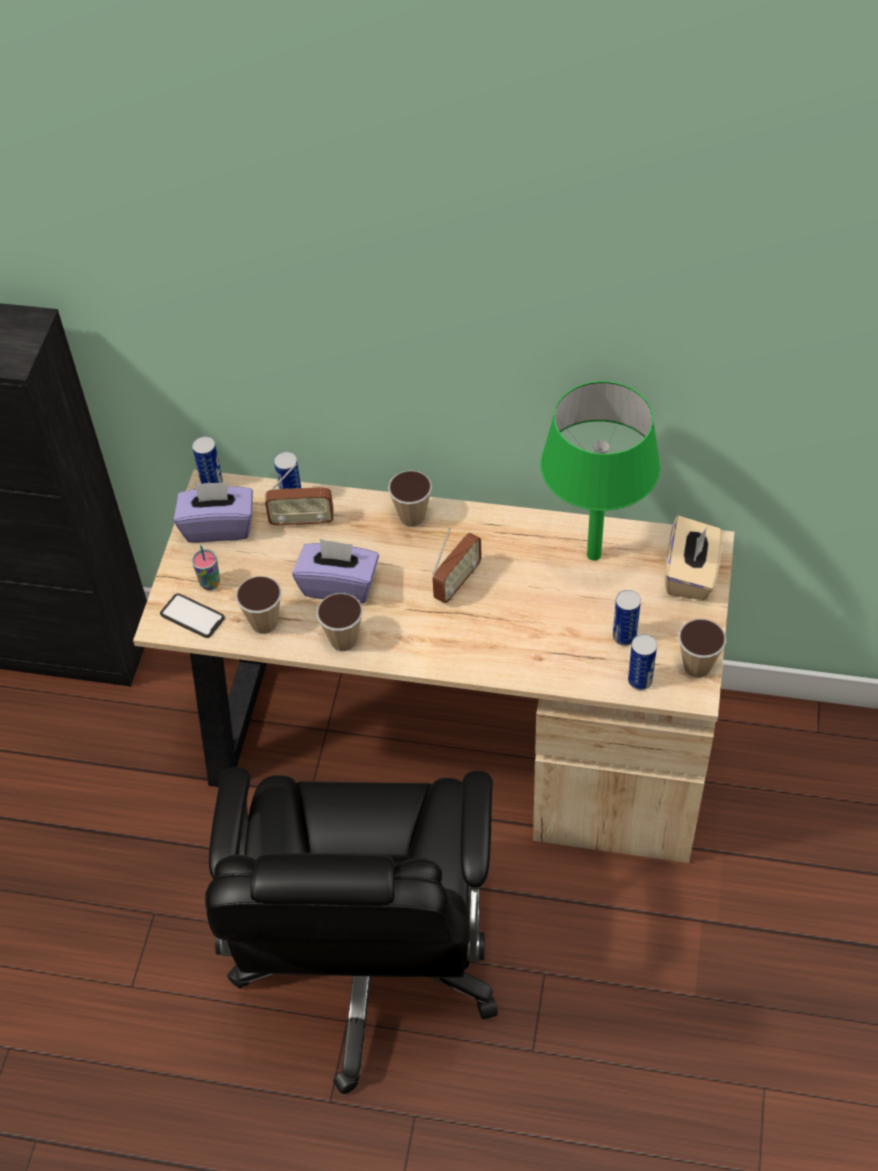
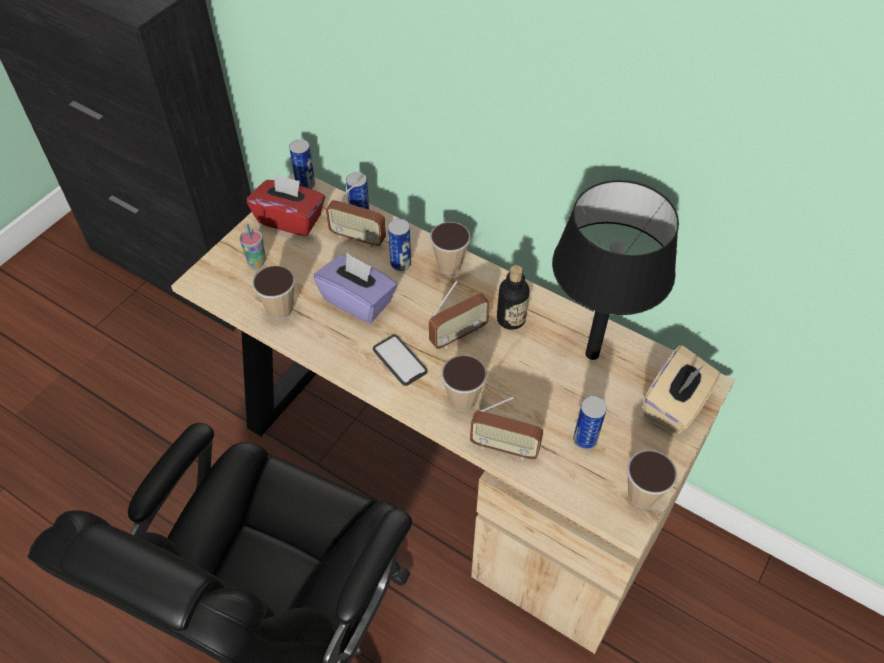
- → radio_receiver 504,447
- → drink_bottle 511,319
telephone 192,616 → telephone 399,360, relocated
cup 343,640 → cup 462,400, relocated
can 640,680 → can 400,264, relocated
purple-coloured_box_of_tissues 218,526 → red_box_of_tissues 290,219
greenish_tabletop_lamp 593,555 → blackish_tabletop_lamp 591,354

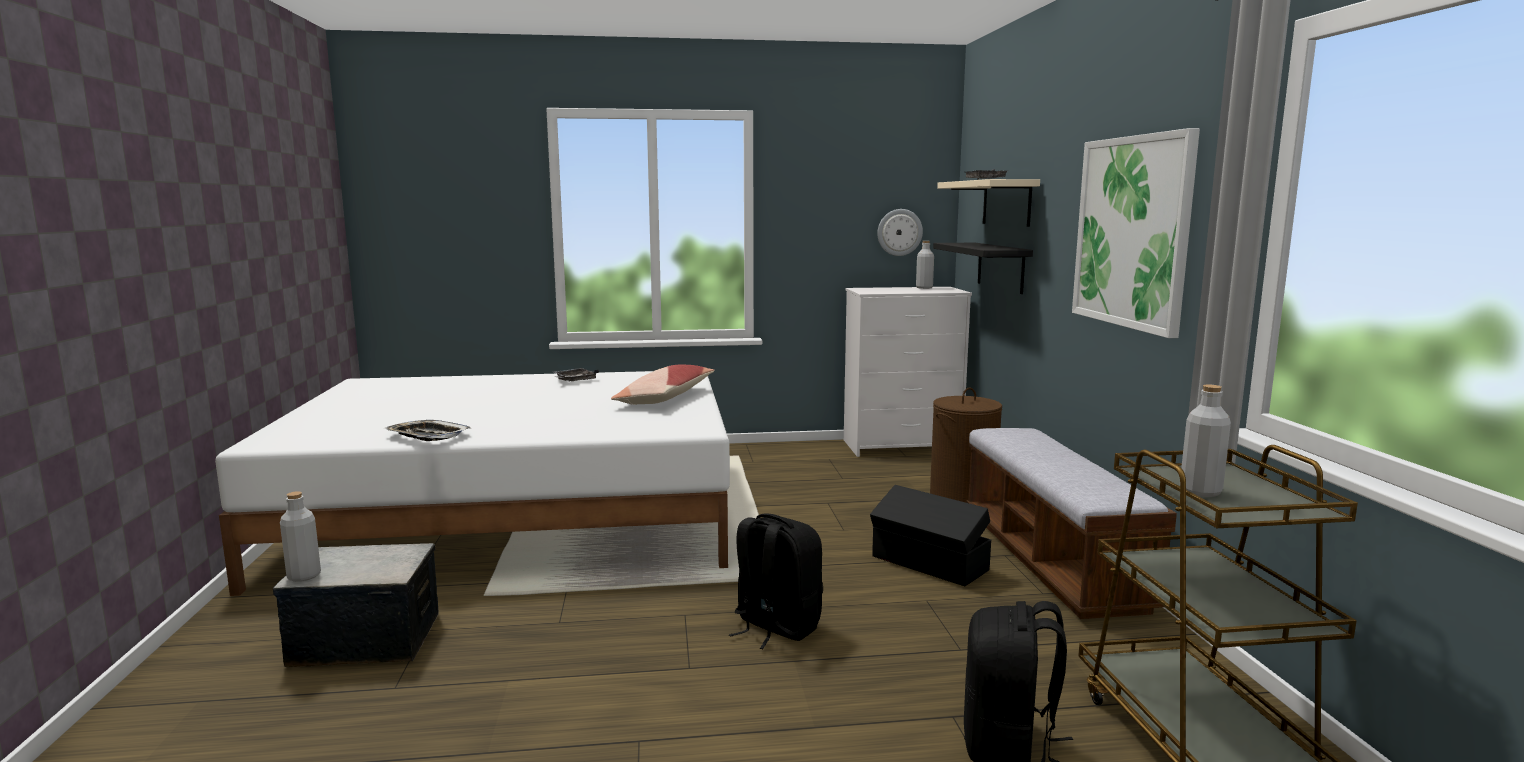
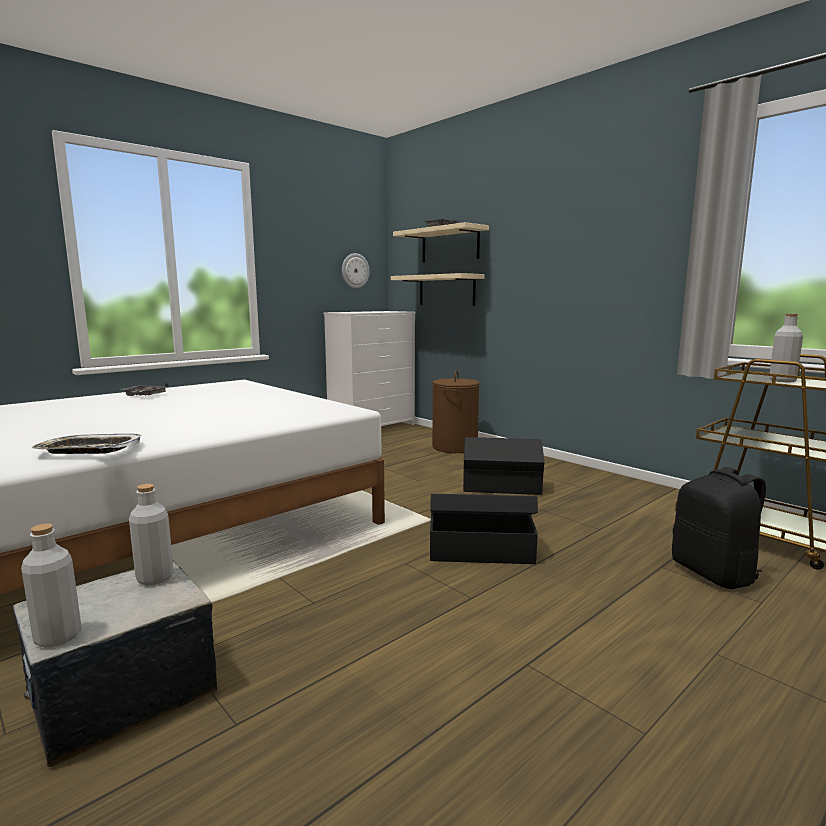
pillow 665,398 → -
indoor_bench 1050,558 → -
wall_art 1132,232 → -
greyish_drink_bottle 924,288 → greyish_drink_bottle 155,578, relocated
blackish_knapsack 775,627 → blackish_storage_box 480,551
blackish_shelf 1000,267 → beige_shelf 446,290

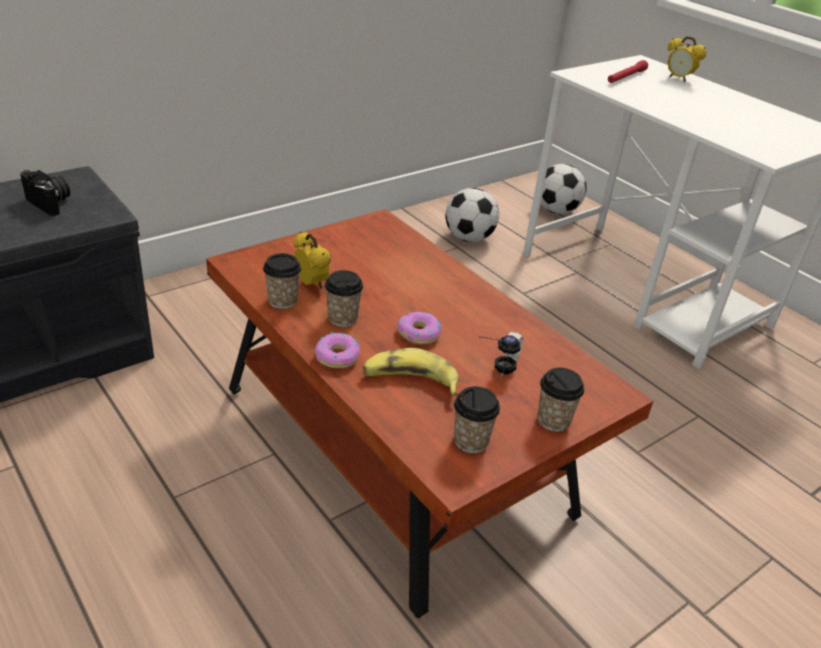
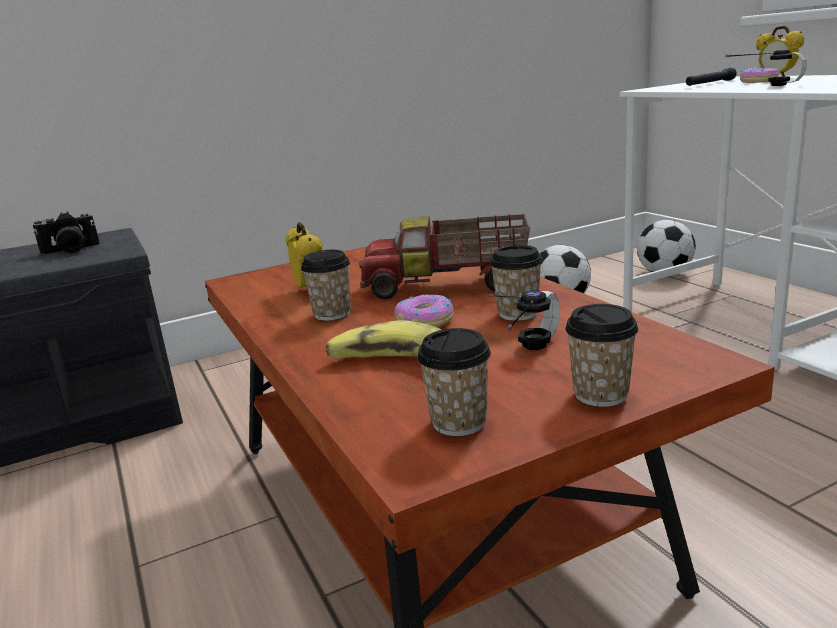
- → model_truck 447,286
- → pair_of_headphones 766,85
cup 282,301 → cup 518,313, relocated
ring_doughnut 338,356 → ring_doughnut 758,81, relocated
red_torch 626,77 → blackish_torch 710,83
still_camera 51,203 → still_camera 70,250, 105 degrees clockwise

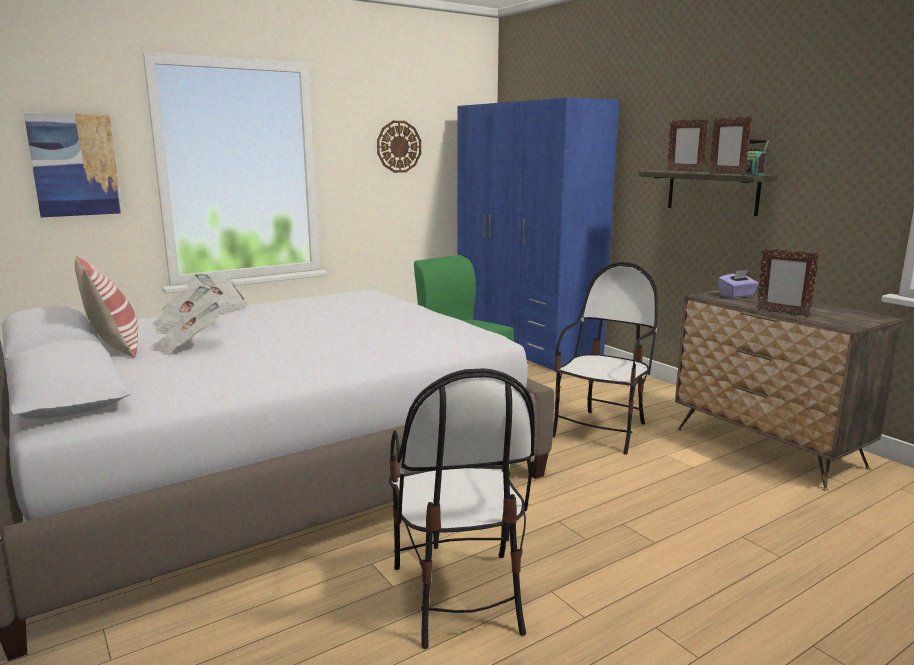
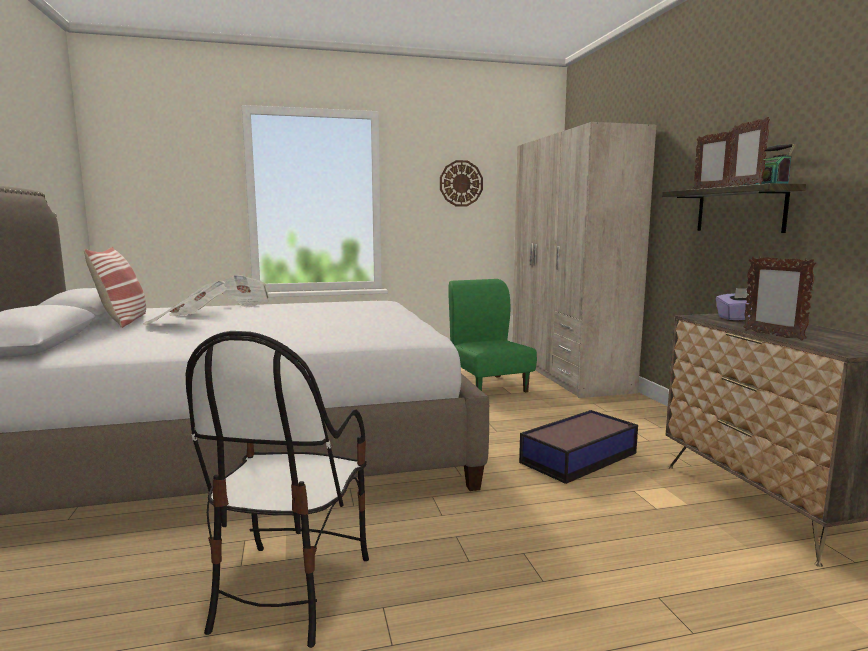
wall_art 75,165 → -
upright_chair 602,431 → storage_box 580,457
bluish_armoire 525,346 → beige_armoire 567,373

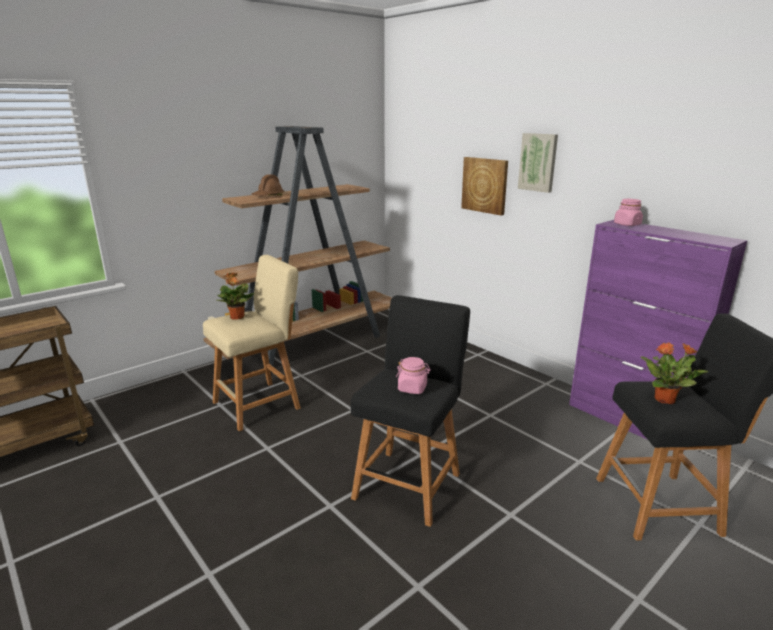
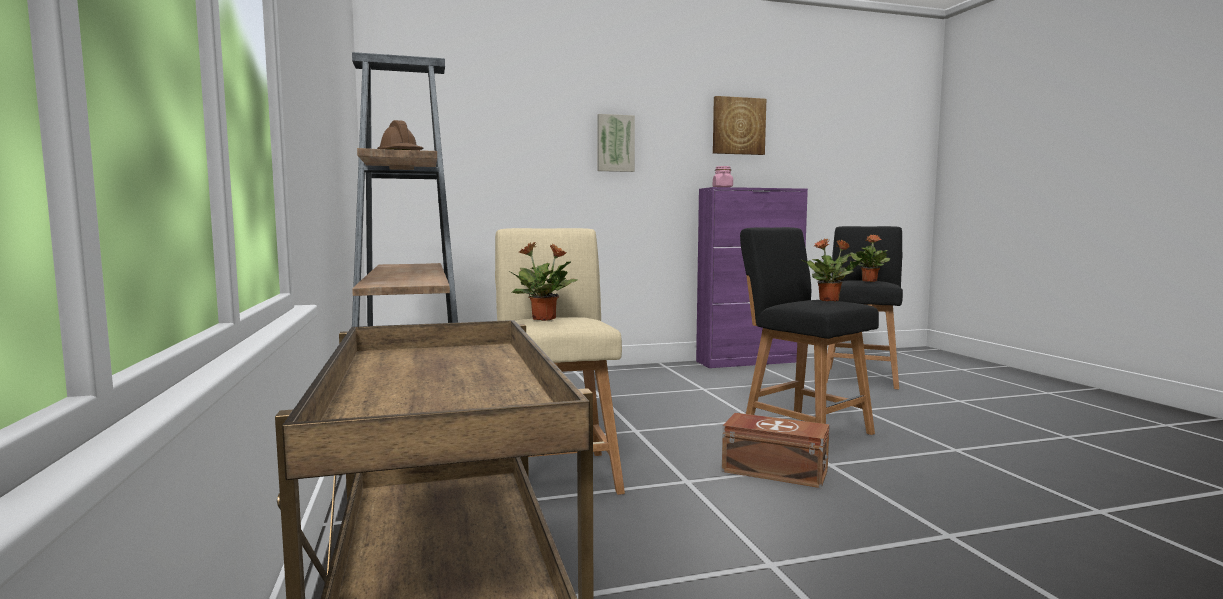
- → brown-coloured_storage_box 773,470
wall_art 485,185 → wall_art 738,126, relocated
pinkish_storage_jar 412,388 → plant_in_a_pot 830,300

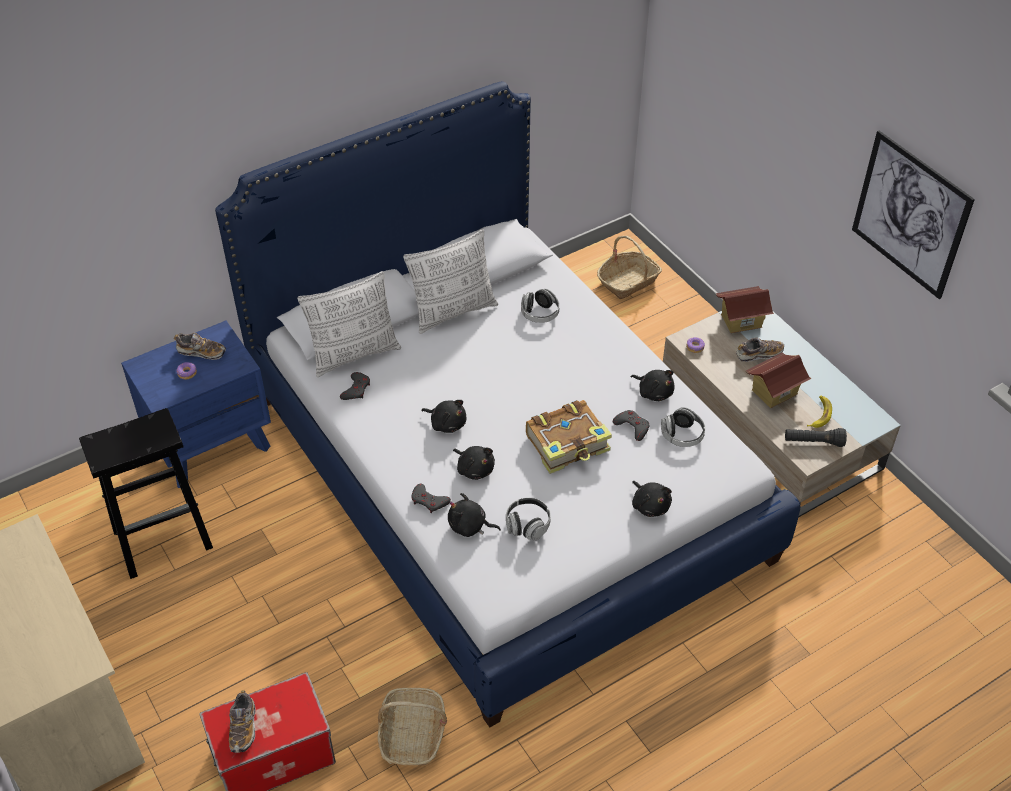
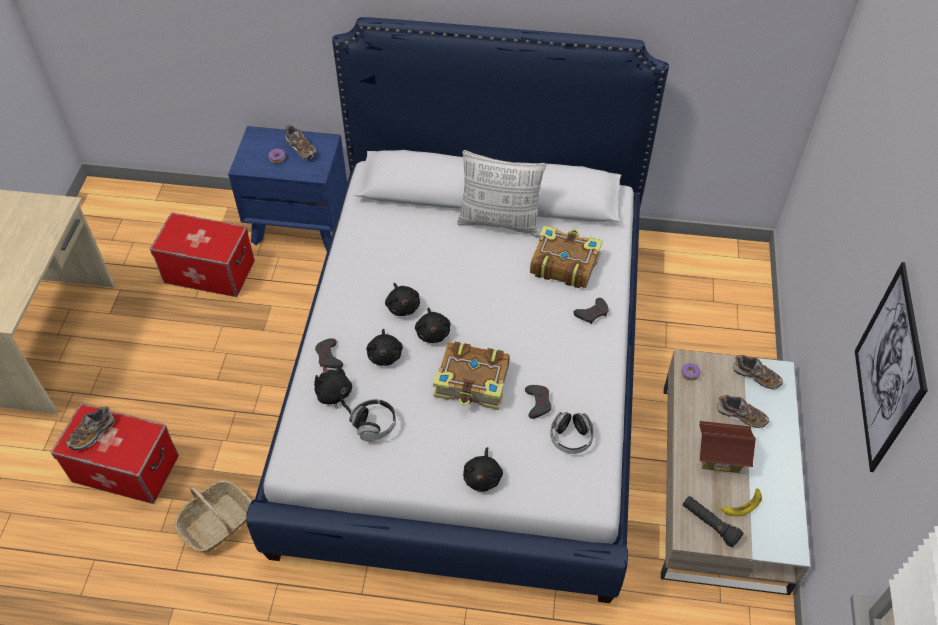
pillow 354,354 → -
basket 628,281 → -
greyish_game_controller 356,389 → greyish_game_controller 592,313, relocated
blackish_soft_toy 654,392 → blackish_soft_toy 433,332, relocated
blackish_stool 164,538 → storage_box 210,271
pair_of_headphones 539,314 → book 563,264
toy_house 741,321 → shoe 756,376

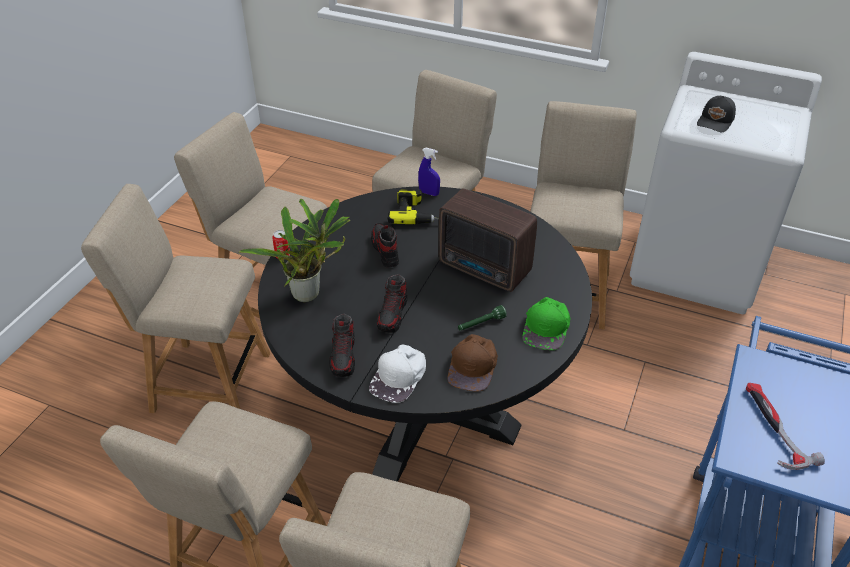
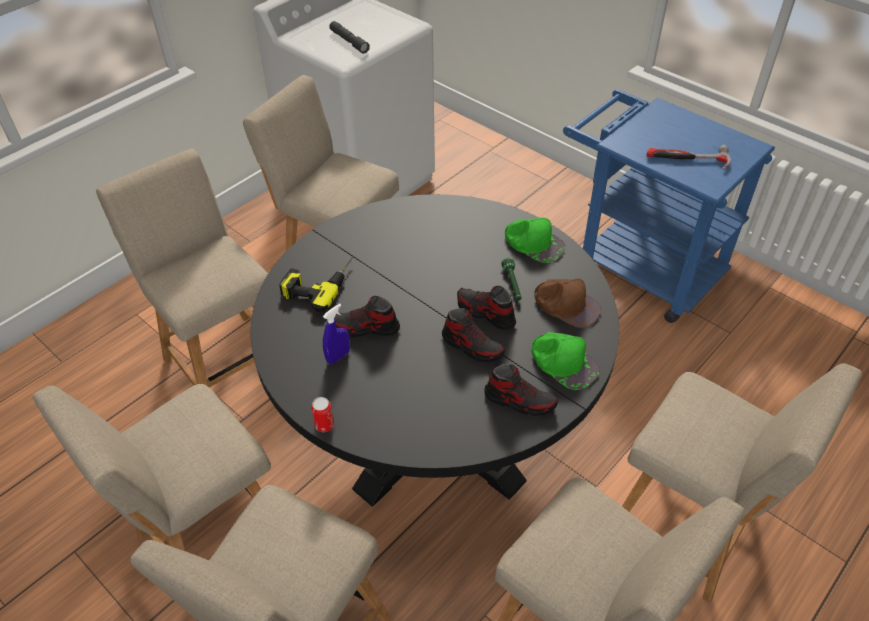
plant_in_a_pot 310,293 → -
radio_receiver 485,270 → -
- → shoe 485,313
bluish_hand_sprayer 429,193 → bluish_hand_sprayer 338,356, relocated
blackish_cap 716,121 → greyish_torch 349,41
whitish_cap 399,376 → greenish_cap 563,362

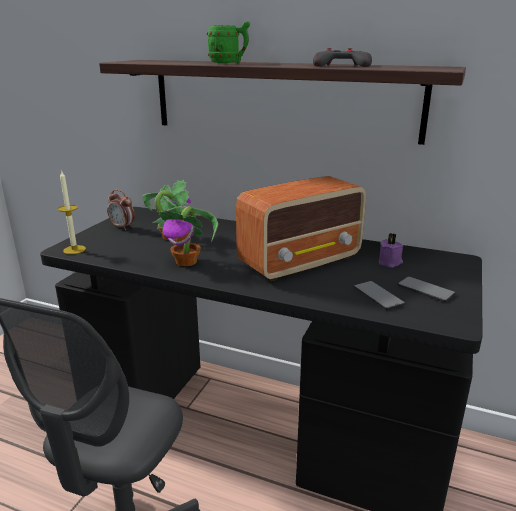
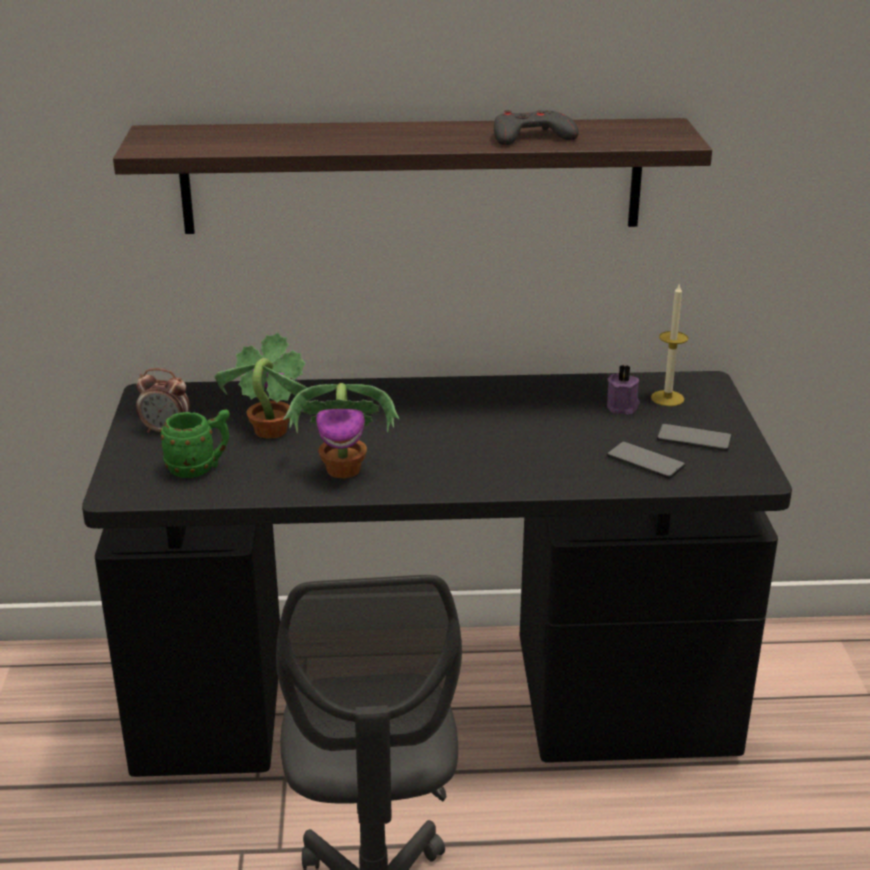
radio_receiver 301,261 → -
wax_candle 74,249 → wax_candle 667,398, relocated
greenish_mug 229,63 → greenish_mug 199,468, relocated

